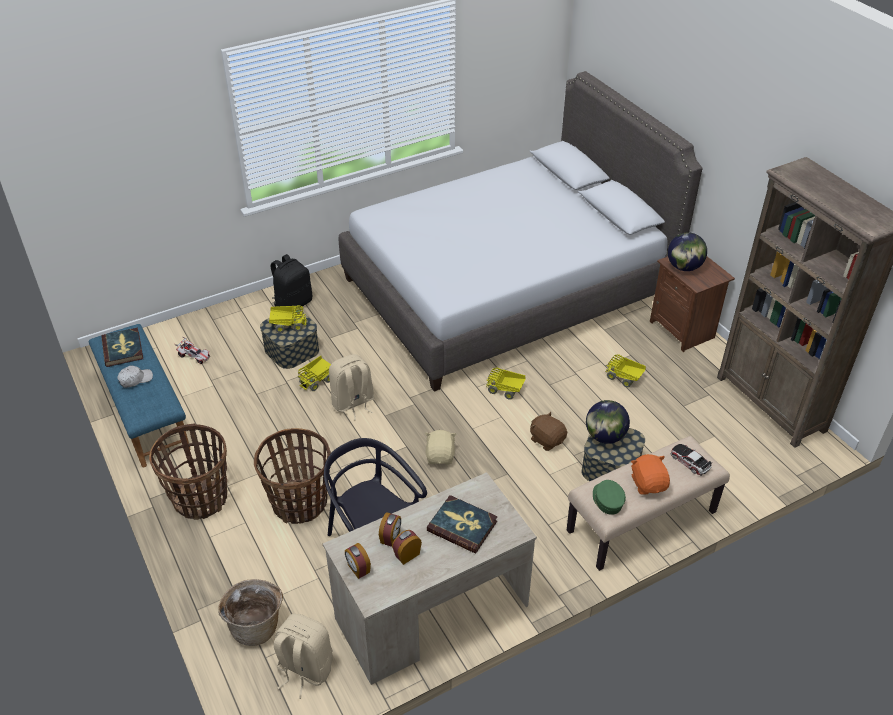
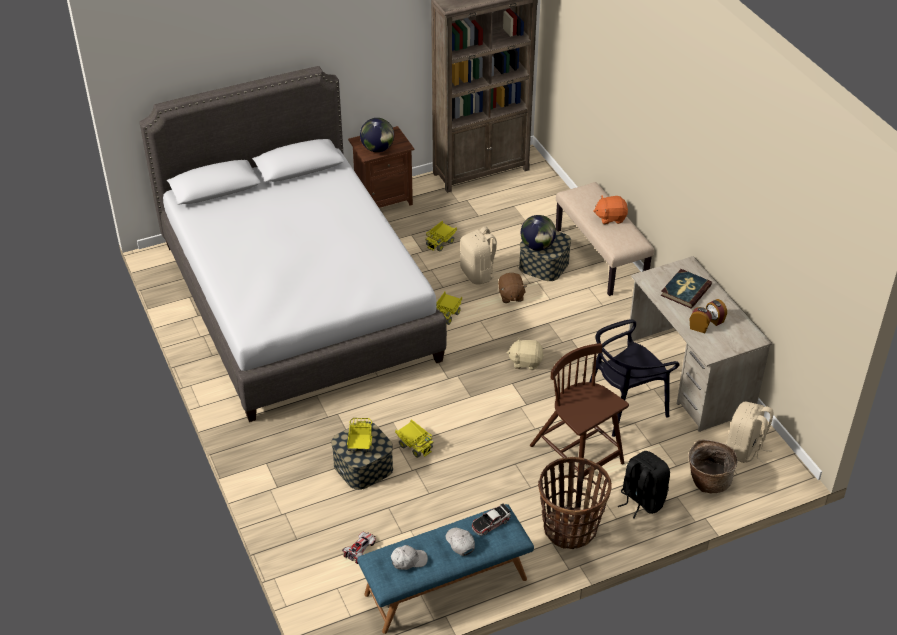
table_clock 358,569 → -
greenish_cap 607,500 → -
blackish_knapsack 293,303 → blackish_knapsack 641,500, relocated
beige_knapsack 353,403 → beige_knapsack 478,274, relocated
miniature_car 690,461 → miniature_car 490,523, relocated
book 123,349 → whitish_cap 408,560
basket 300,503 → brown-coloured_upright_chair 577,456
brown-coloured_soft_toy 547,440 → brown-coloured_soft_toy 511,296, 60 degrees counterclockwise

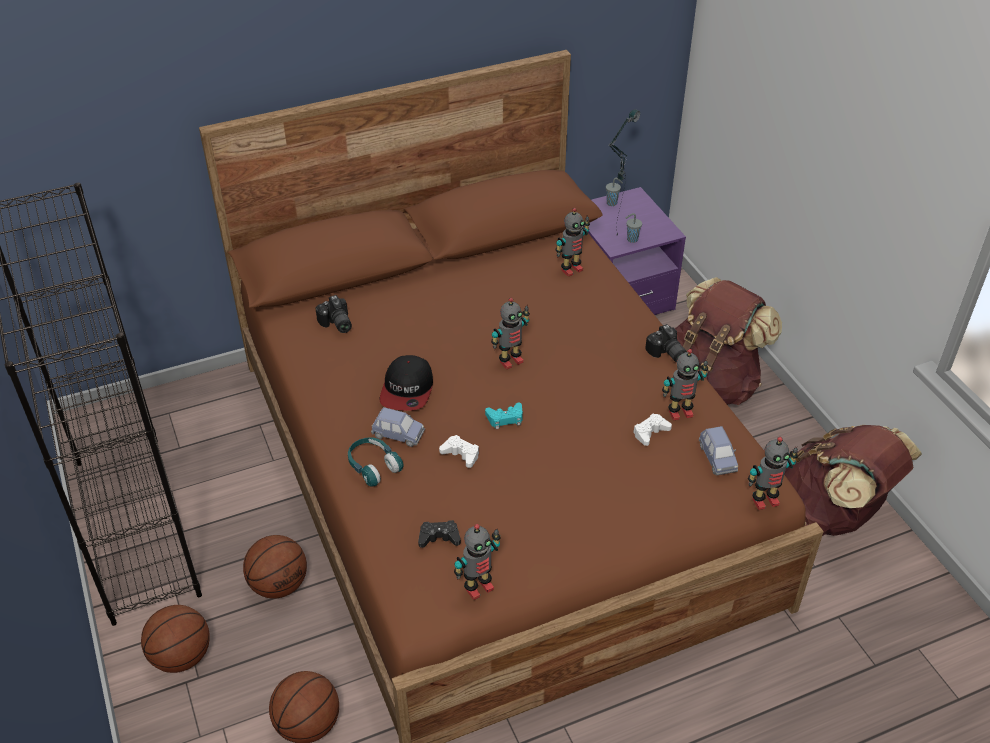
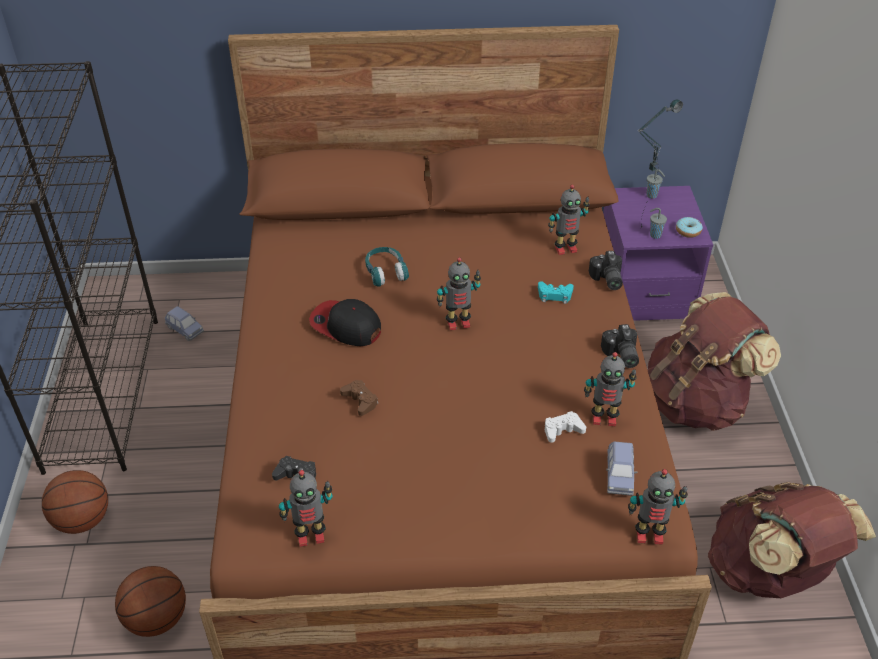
basketball_ball 279,584 → -
- → ring_doughnut 688,231
still_camera 336,324 → still_camera 606,279, relocated
turquoise-coloured_pair_of_headphones 373,466 → turquoise-coloured_pair_of_headphones 386,272, relocated
bluish_miniature_car 398,435 → bluish_miniature_car 185,330, relocated
turquoise-coloured_game_controller 505,418 → turquoise-coloured_game_controller 554,295, relocated
whitish_game_controller 461,454 → brown-coloured_game_controller 360,400
cap 407,390 → cap 345,326, 90 degrees clockwise

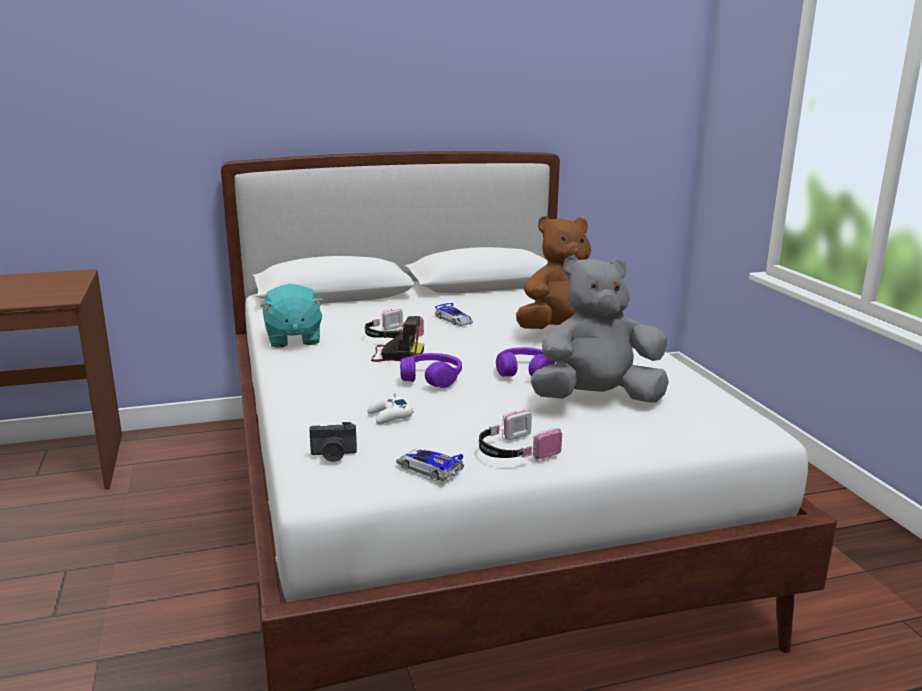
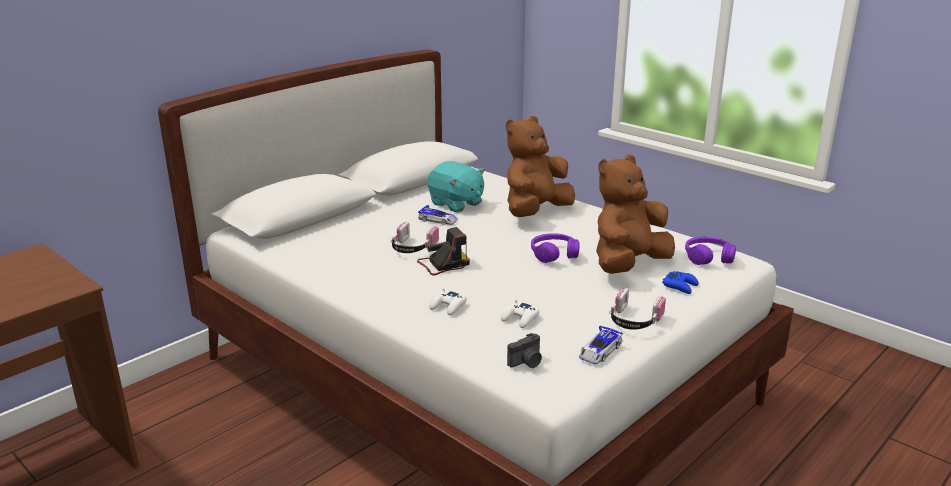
- → whitish_game_controller 448,306
- → bluish_game_controller 680,286
turquoise-coloured_soft_toy 293,339 → turquoise-coloured_soft_toy 456,204, relocated
purple-coloured_pair_of_headphones 432,378 → purple-coloured_pair_of_headphones 708,258, relocated
greyish_soft_toy 596,399 → brown-coloured_soft_toy 628,265
miniature_car 428,468 → miniature_car 599,351, 60 degrees counterclockwise

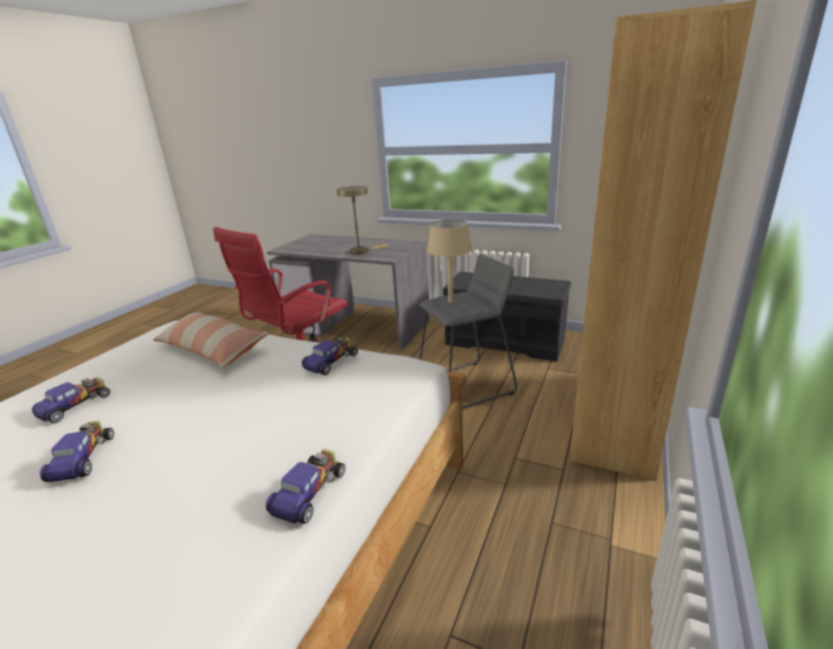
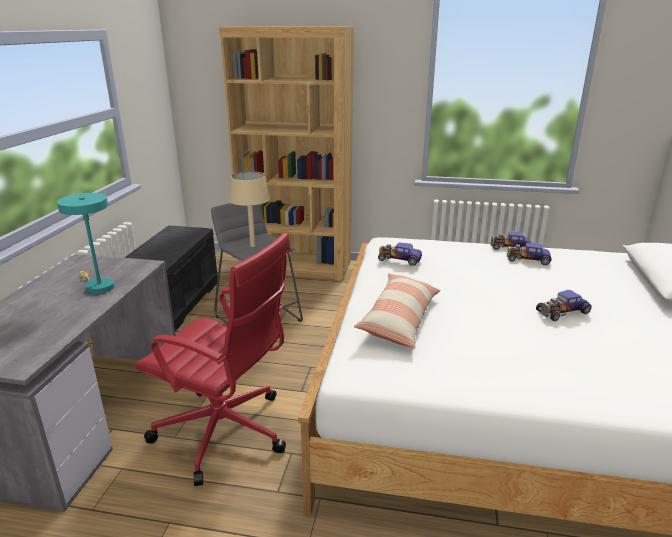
miniature_car 75,405 → miniature_car 528,259, relocated
beige_tabletop_lamp 362,251 → turquoise-coloured_tabletop_lamp 97,286

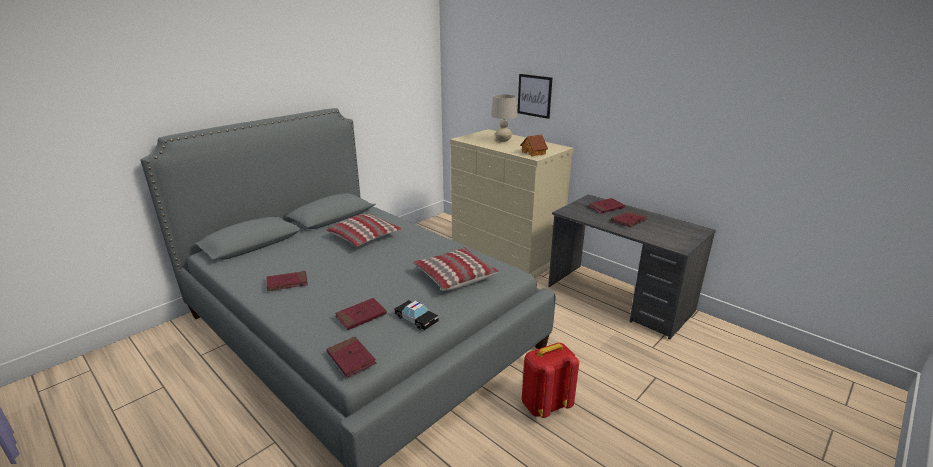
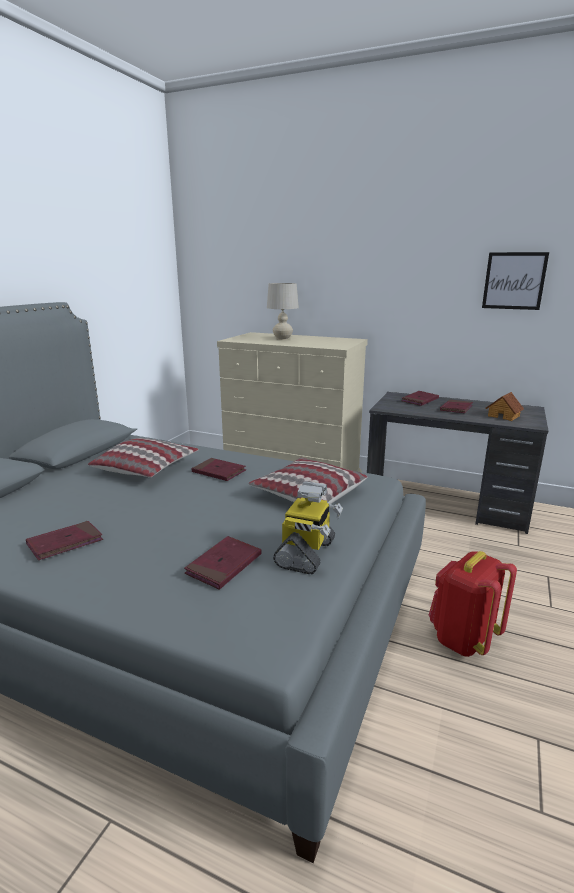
red_book 351,358 → red_book 219,472, relocated
wall_art 534,96 → wall_art 514,281, relocated
toy_house 534,153 → toy_house 503,416, relocated
miniature_car 416,319 → model_robot 307,554

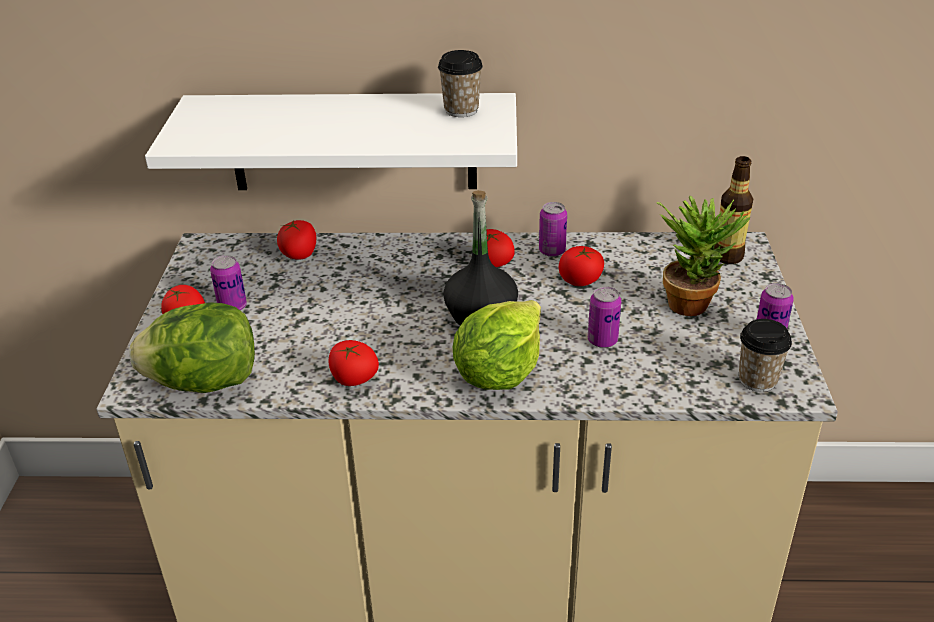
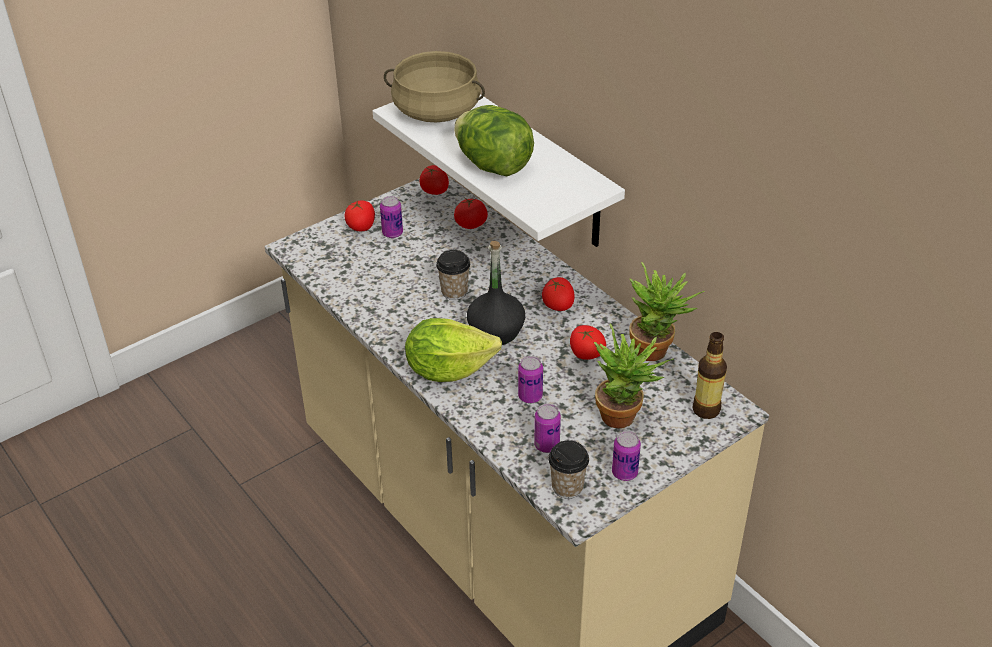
- → beige_saucepot 436,112
- → plant_in_a_pot 657,351
lettuce_head 205,382 → lettuce_head 493,166, relocated
fresh_tomato 353,379 → fresh_tomato 434,191, relocated
cup 461,110 → cup 454,292, relocated
can 552,251 → can 546,445, relocated

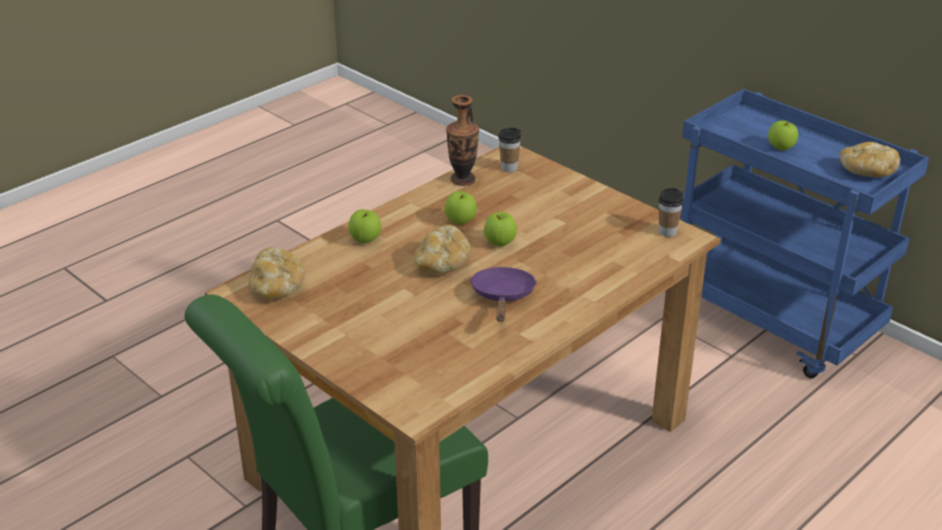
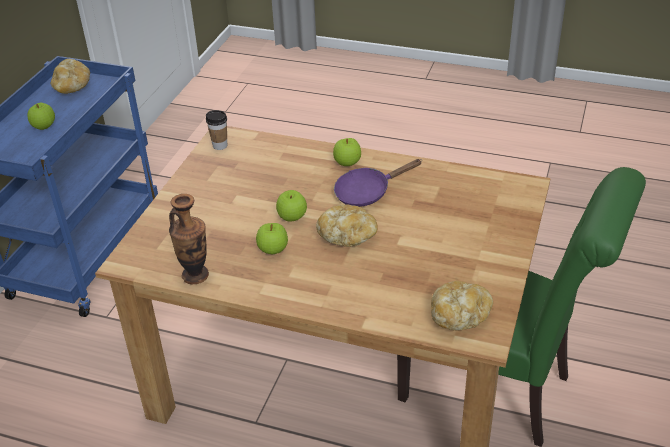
cup 509,168 → -
apple 365,240 → apple 347,163, relocated

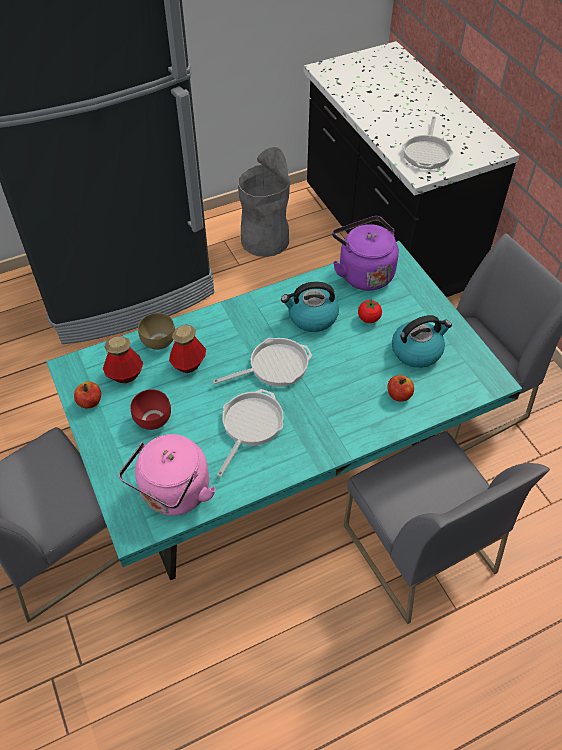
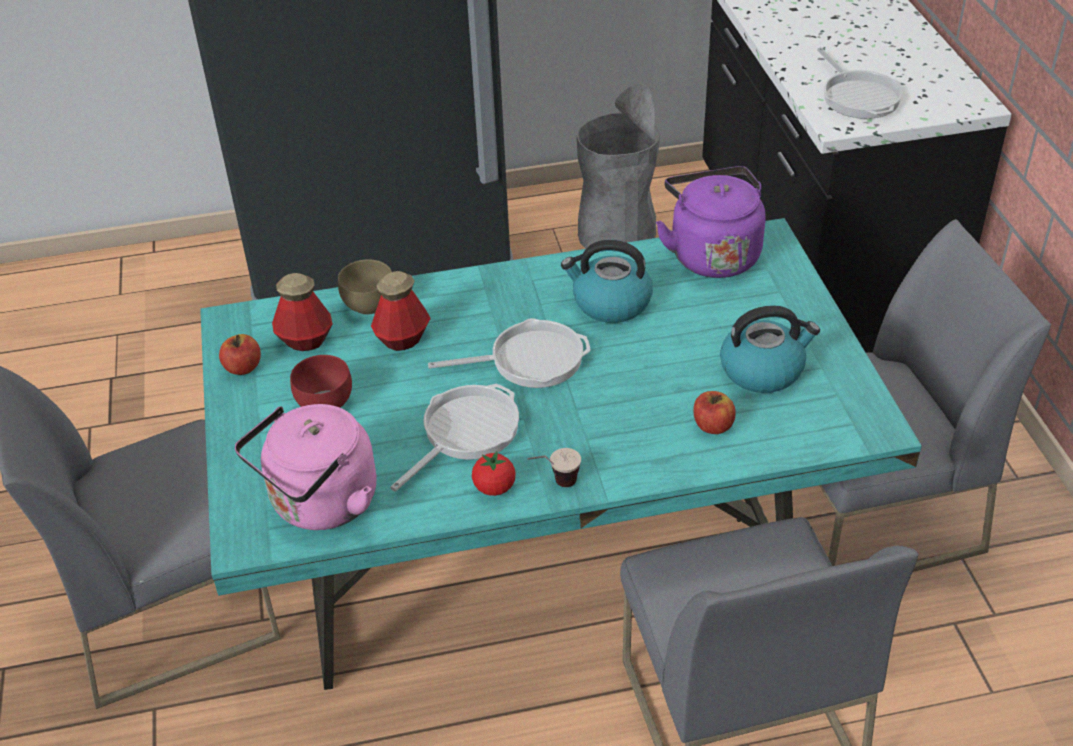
- → cup 554,484
fresh_tomato 368,318 → fresh_tomato 494,488, relocated
pan 427,152 → pan 858,96, 45 degrees counterclockwise

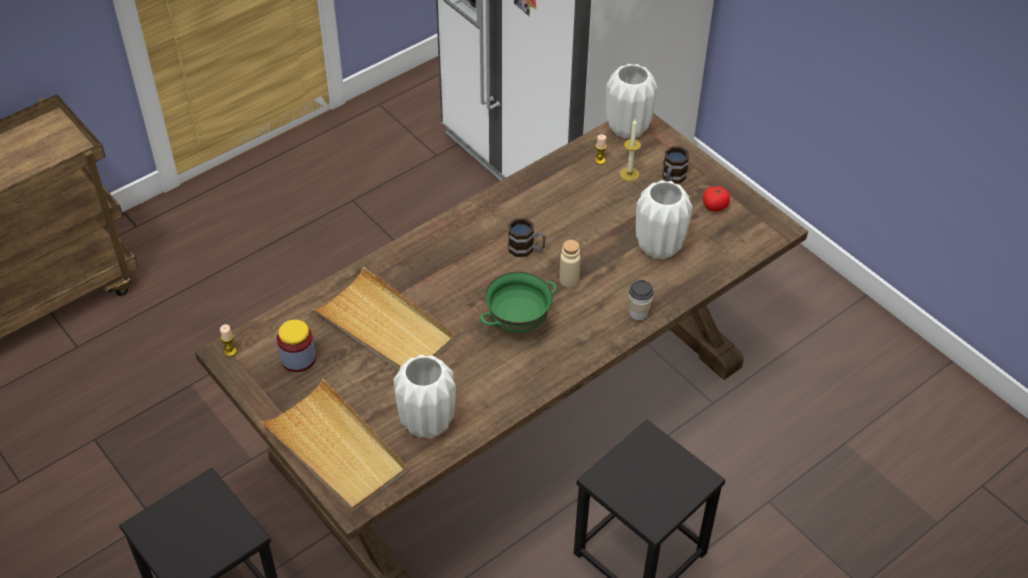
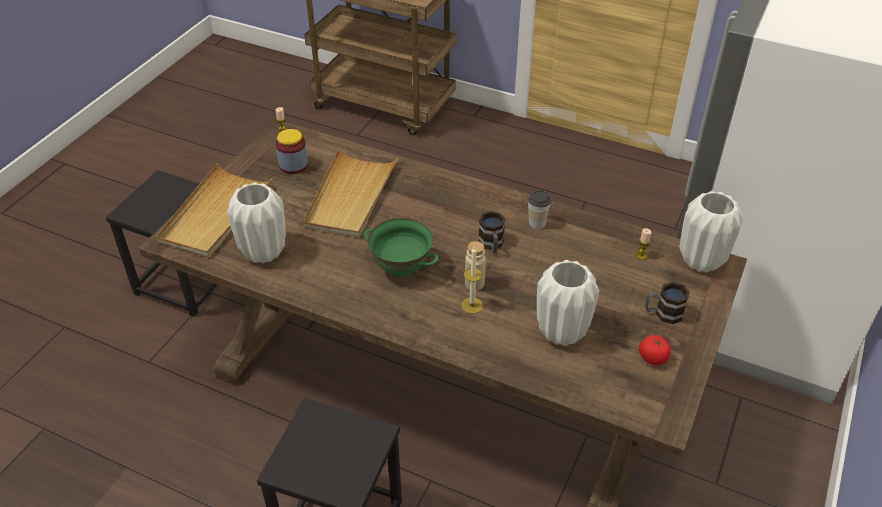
wax_candle 629,174 → wax_candle 472,305, relocated
cup 638,313 → cup 537,223, relocated

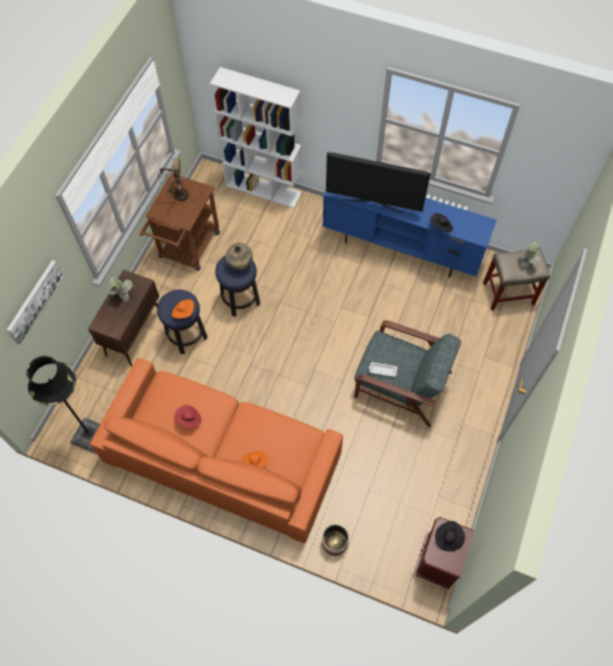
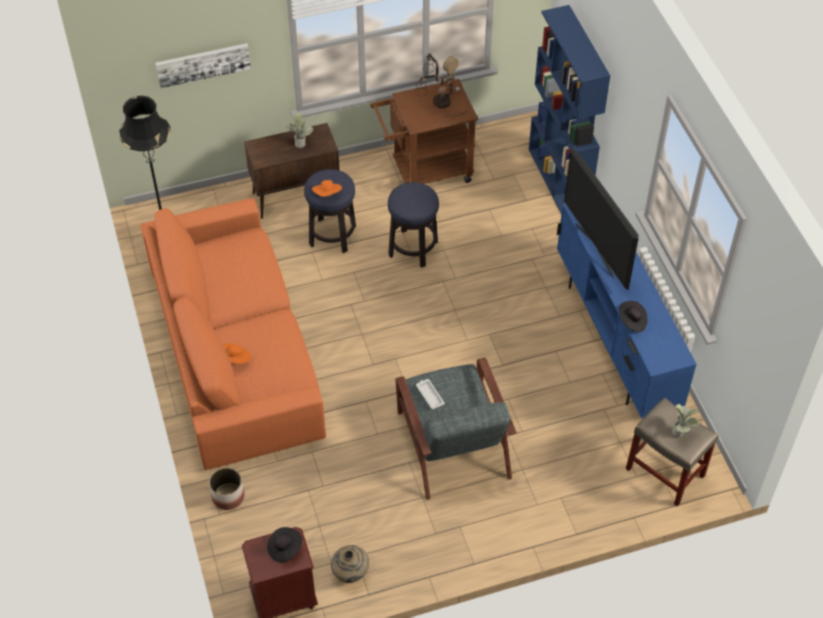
red_clothing_hat 189,419 → -
beige_decorative_vase 240,264 → beige_decorative_vase 350,574, relocated
whitish_bookshelf 264,189 → bluish_bookshelf 559,180

